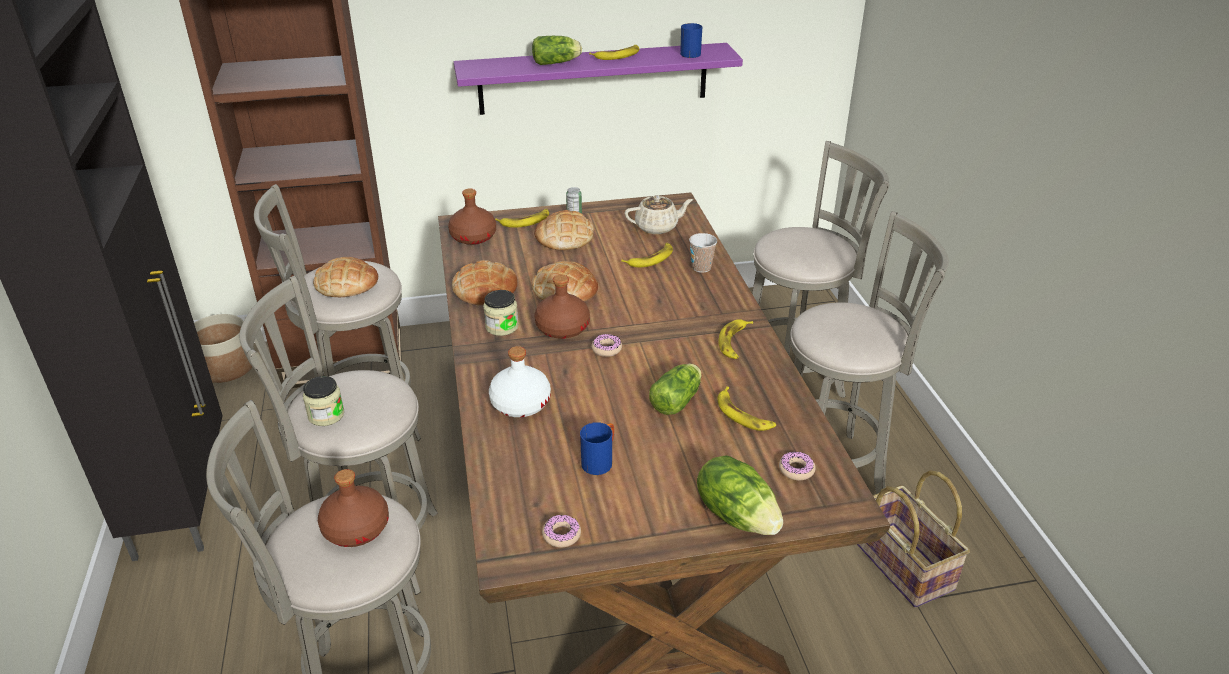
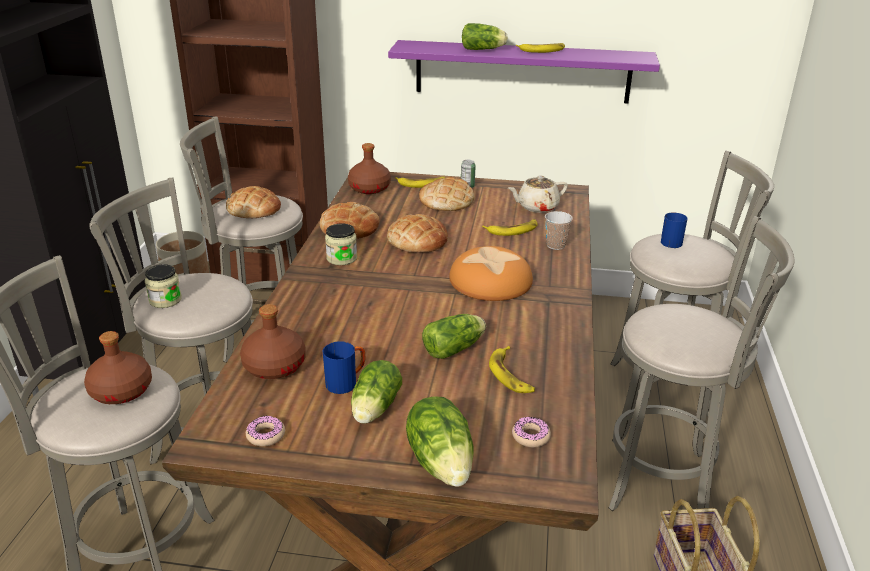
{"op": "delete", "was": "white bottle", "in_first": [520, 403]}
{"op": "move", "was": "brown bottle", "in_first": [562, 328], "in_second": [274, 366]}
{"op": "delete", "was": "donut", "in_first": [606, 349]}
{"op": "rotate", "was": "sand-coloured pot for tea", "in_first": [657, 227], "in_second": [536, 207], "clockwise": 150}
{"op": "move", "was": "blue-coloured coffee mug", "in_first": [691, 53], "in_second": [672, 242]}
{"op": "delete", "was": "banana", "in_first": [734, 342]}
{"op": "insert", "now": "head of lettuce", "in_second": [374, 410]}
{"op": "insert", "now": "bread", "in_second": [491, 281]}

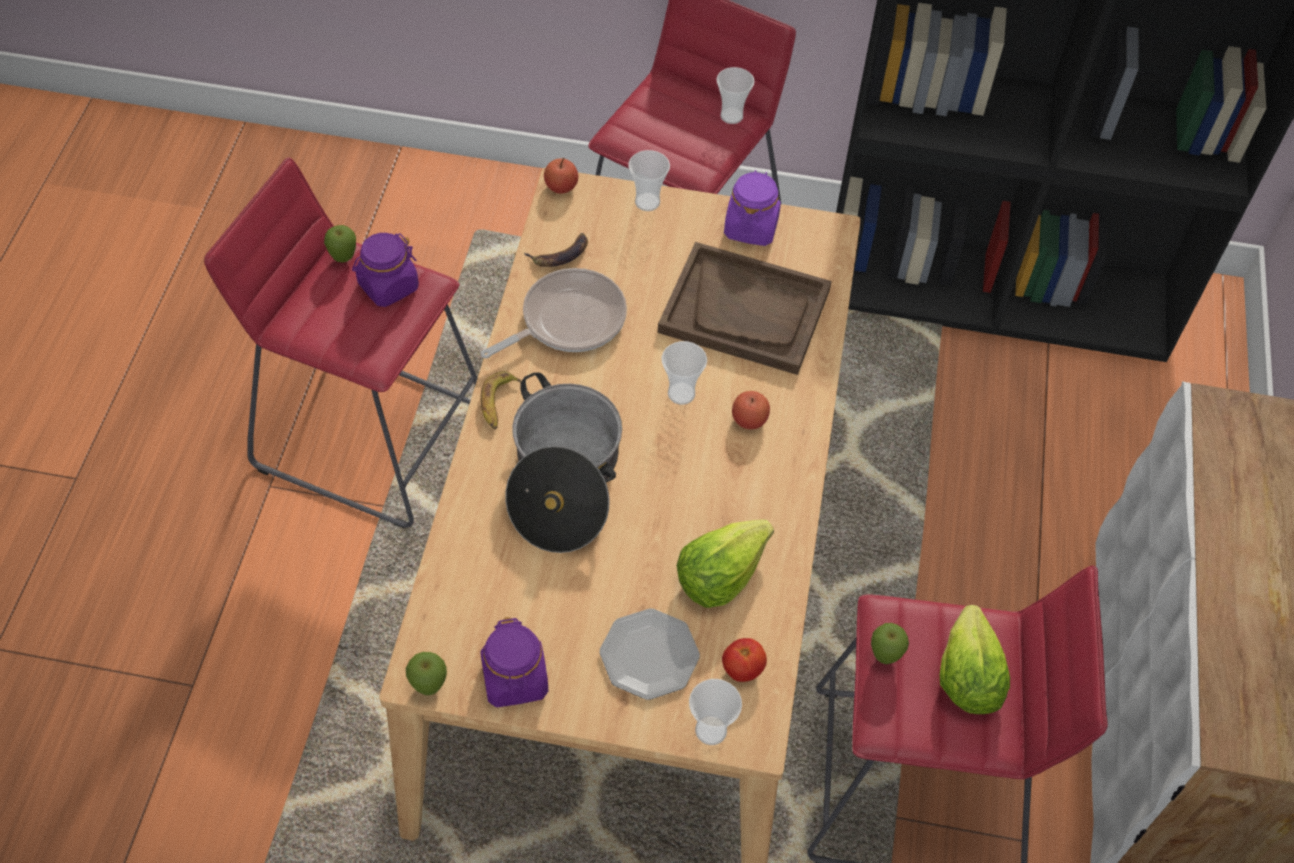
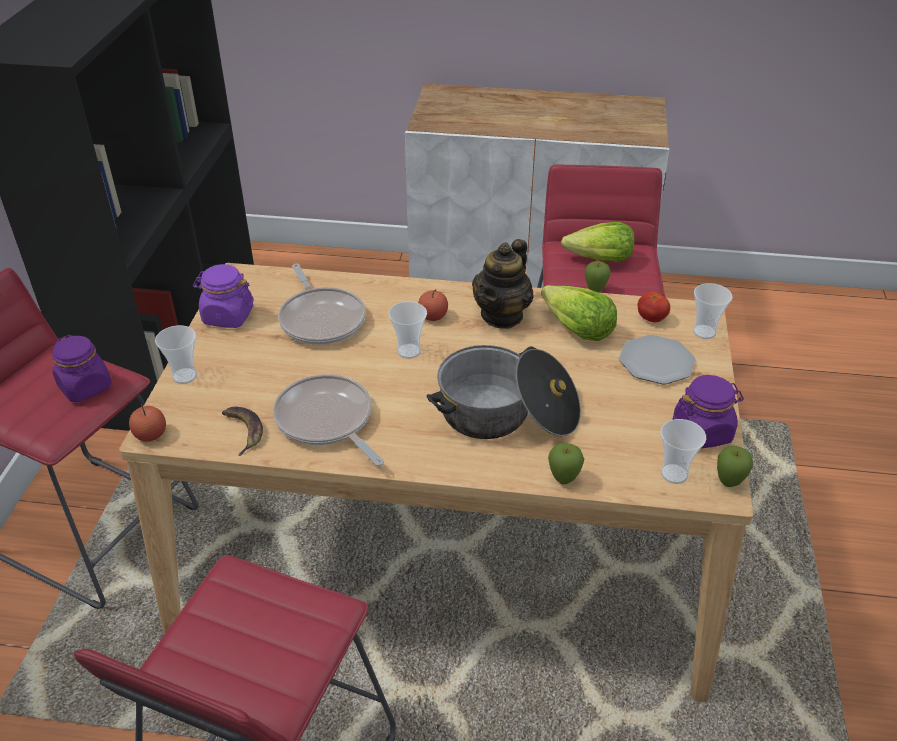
{"op": "move", "was": "apple fruit", "in_first": [343, 259], "in_second": [563, 480]}
{"op": "move", "was": "purple preserve jar", "in_first": [388, 286], "in_second": [85, 387]}
{"op": "delete", "was": "banana", "in_first": [498, 404]}
{"op": "replace", "was": "brown carrying tray", "now": "pan", "in_first": [745, 311], "in_second": [321, 319]}
{"op": "move", "was": "small cup", "in_first": [731, 116], "in_second": [674, 474]}
{"op": "insert", "now": "pot for tea", "in_second": [502, 315]}

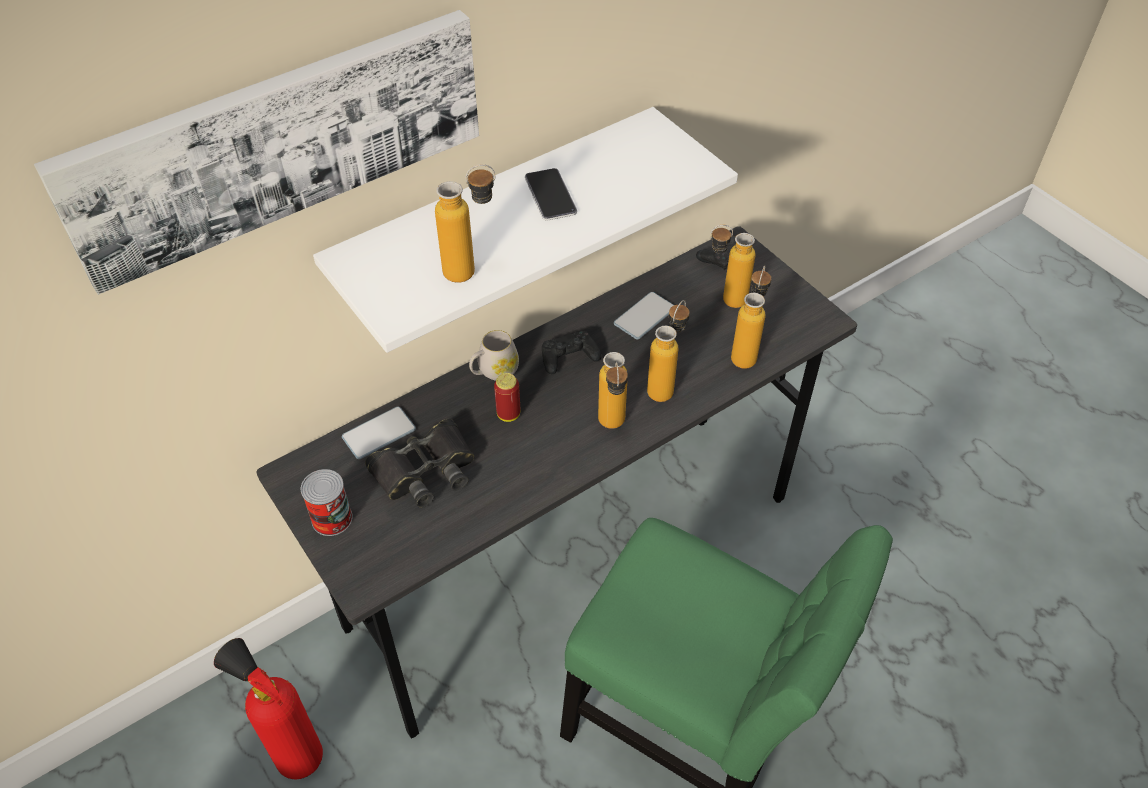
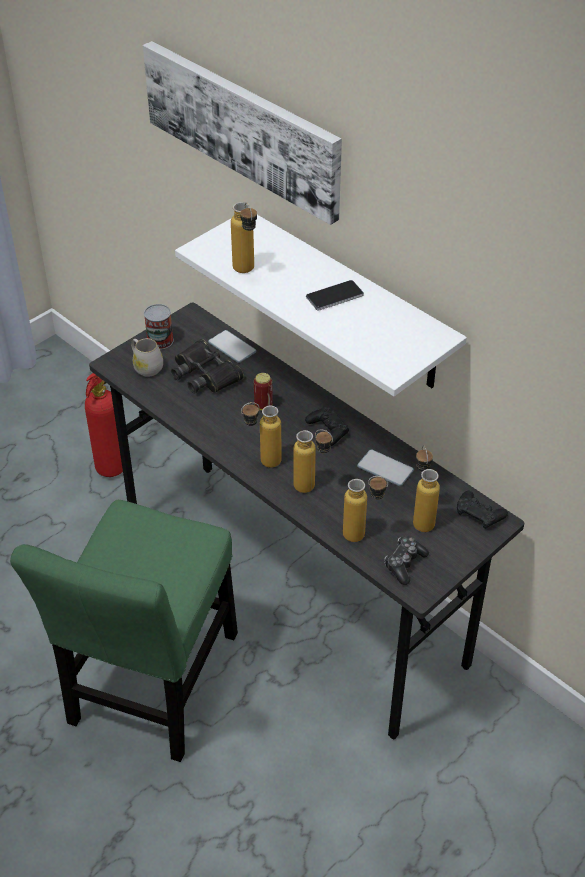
{"op": "move", "was": "white coffee mug", "in_first": [494, 371], "in_second": [146, 367]}
{"op": "insert", "now": "gamepad", "in_second": [404, 564]}

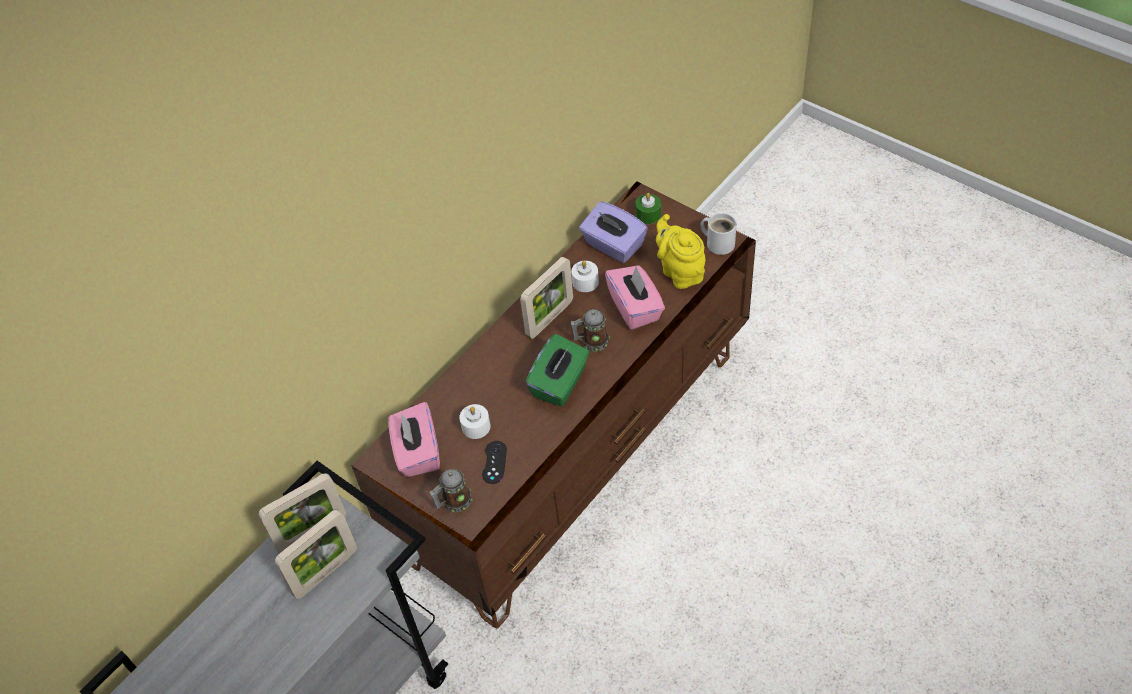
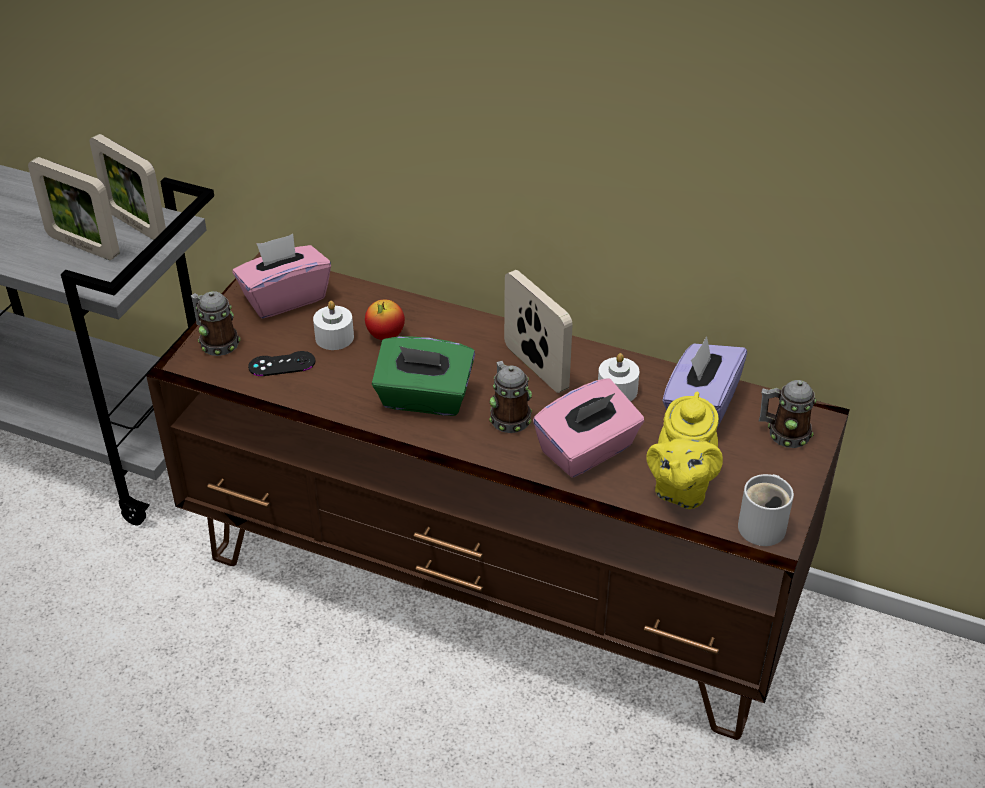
{"op": "rotate", "was": "standing frame", "in_first": [549, 318], "in_second": [536, 368], "clockwise": -150}
{"op": "replace", "was": "green wax candle", "now": "coffee mug", "in_first": [648, 214], "in_second": [783, 433]}
{"op": "rotate", "was": "yellowish pot for tea", "in_first": [680, 272], "in_second": [680, 489], "clockwise": 150}
{"op": "insert", "now": "apple fruit", "in_second": [385, 336]}

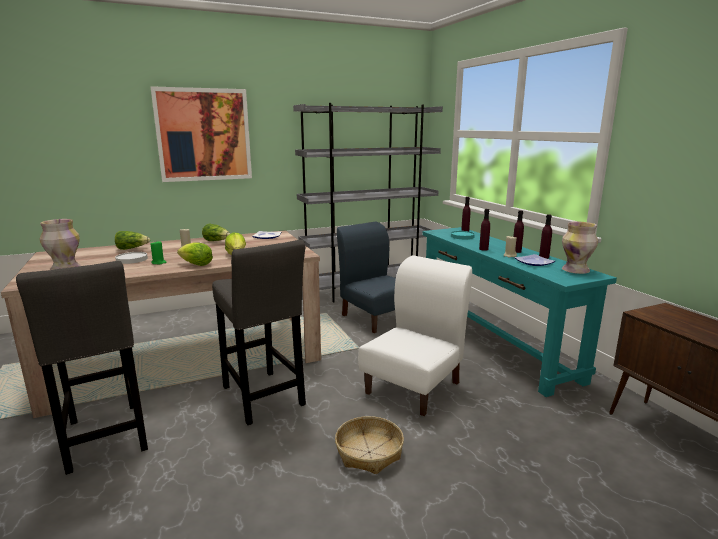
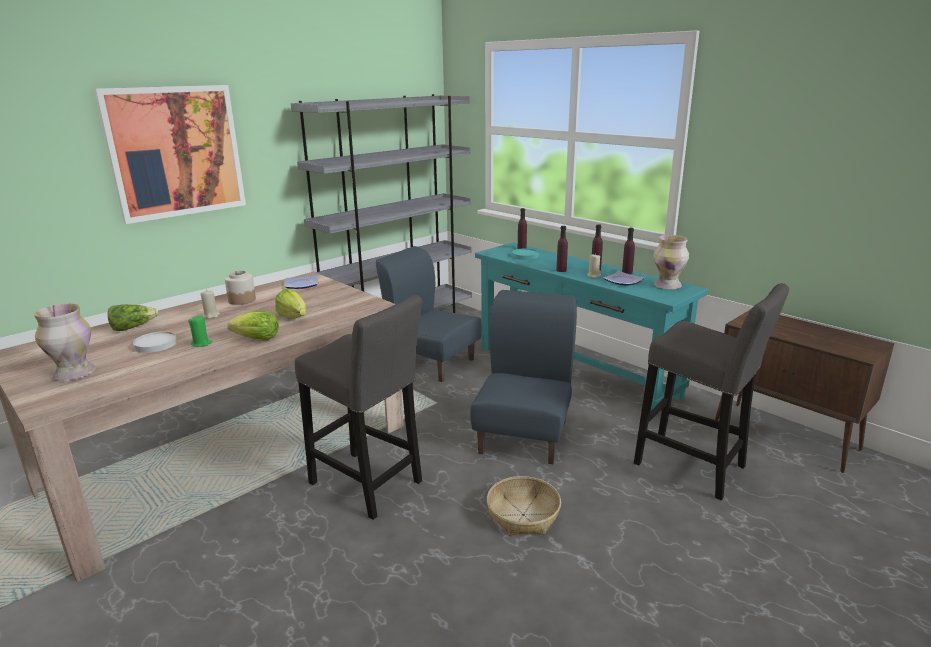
{"op": "move", "was": "gray stool", "in_first": [105, 439], "in_second": [695, 468]}
{"op": "replace", "was": "head of lettuce", "now": "preserve jar", "in_first": [217, 241], "in_second": [242, 300]}
{"op": "recolor", "was": "white chair", "now": "blue-coloured chair", "in_first": [414, 387], "in_second": [524, 436]}

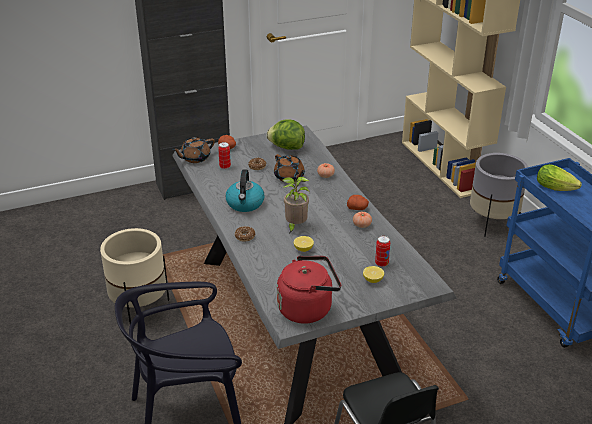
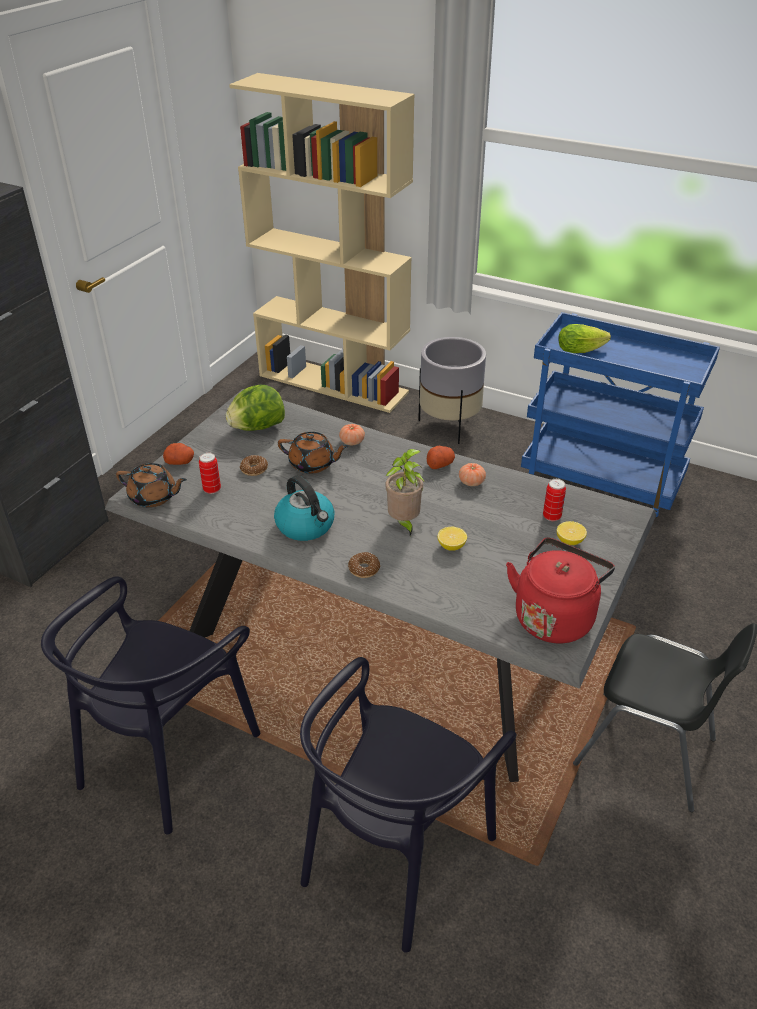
{"op": "replace", "was": "sand-coloured planter", "now": "black-coloured chair", "in_first": [140, 307], "in_second": [167, 754]}
{"op": "rotate", "was": "brown pot for tea", "in_first": [195, 158], "in_second": [154, 497], "clockwise": -90}

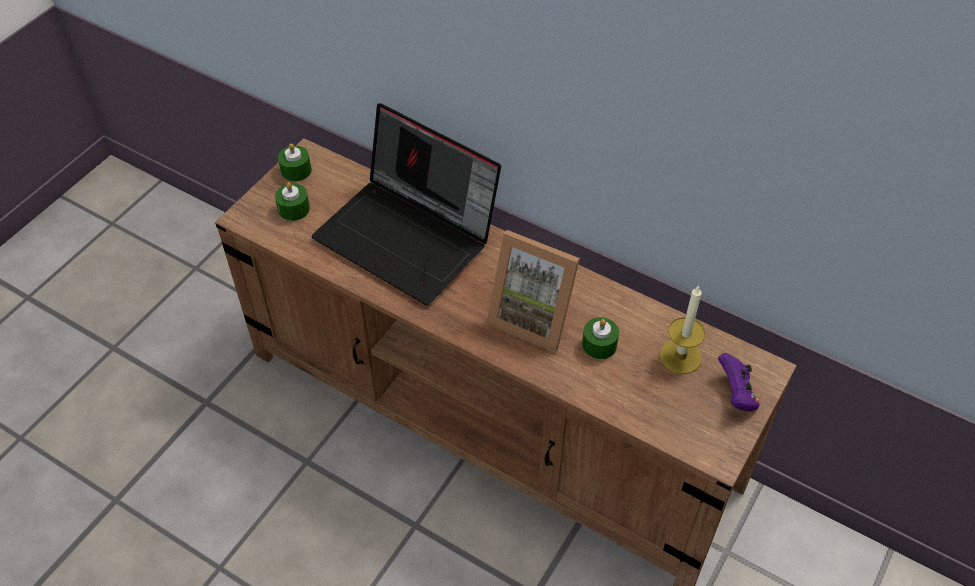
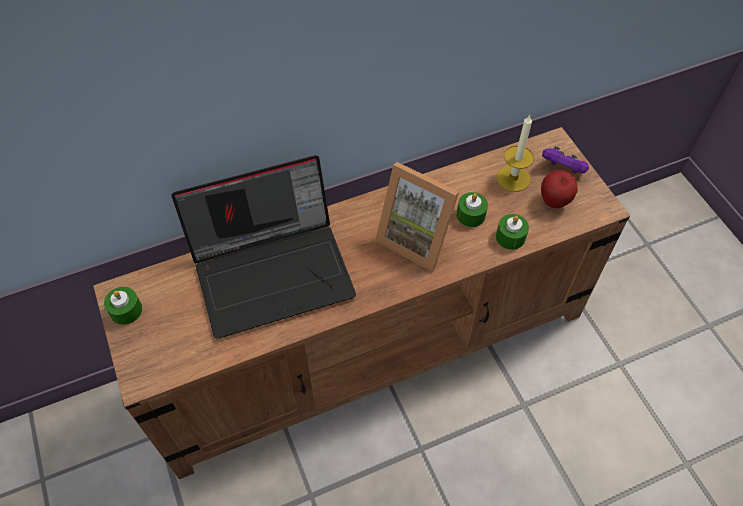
{"op": "move", "was": "green wax candle", "in_first": [294, 209], "in_second": [510, 237]}
{"op": "rotate", "was": "standing frame", "in_first": [533, 316], "in_second": [417, 237], "clockwise": 60}
{"op": "insert", "now": "apple fruit", "in_second": [554, 201]}

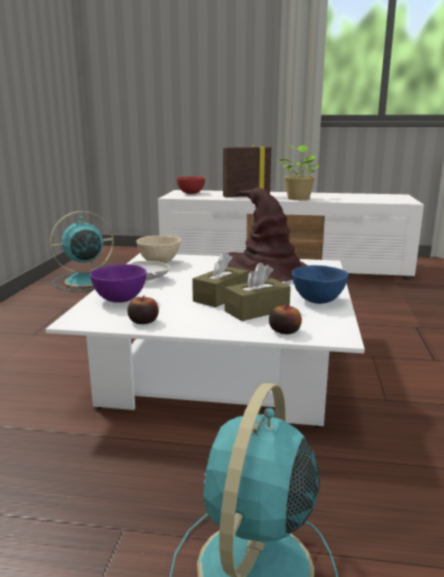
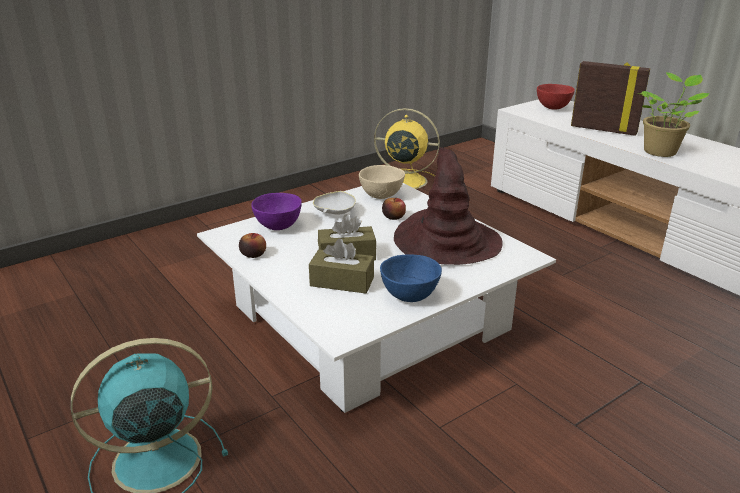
{"op": "recolor", "was": "turquoise-coloured cooling fan", "now": "yellowish cooling fan", "in_first": [83, 280], "in_second": [403, 181]}
{"op": "move", "was": "apple fruit", "in_first": [284, 331], "in_second": [393, 217]}

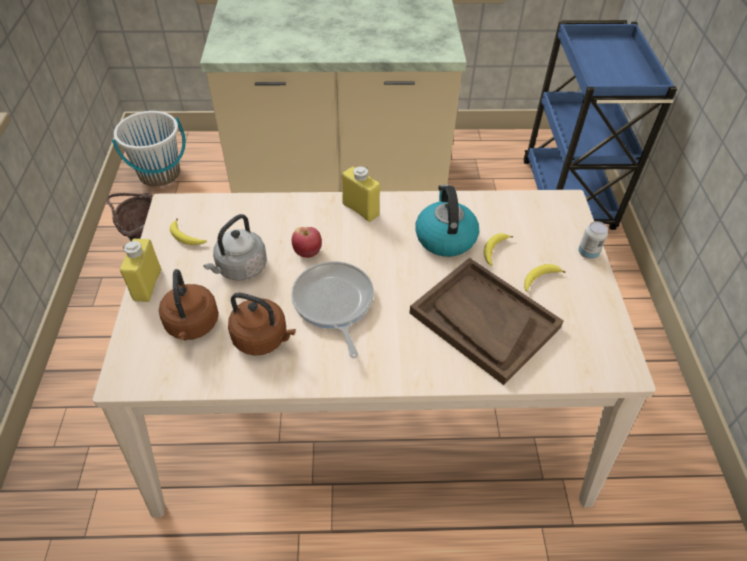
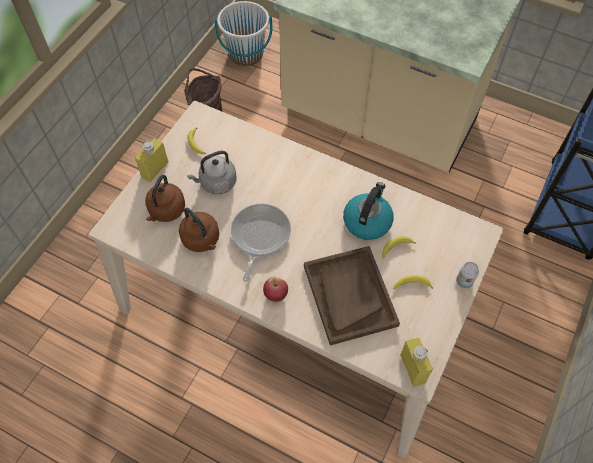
{"op": "move", "was": "apple fruit", "in_first": [308, 252], "in_second": [276, 295]}
{"op": "move", "was": "yellowish bottle", "in_first": [360, 209], "in_second": [413, 368]}

